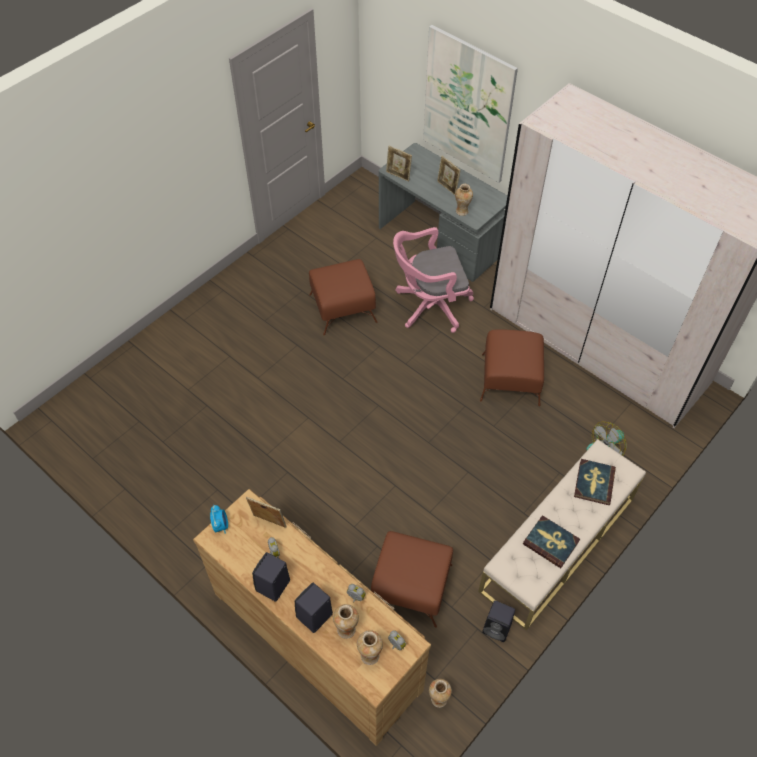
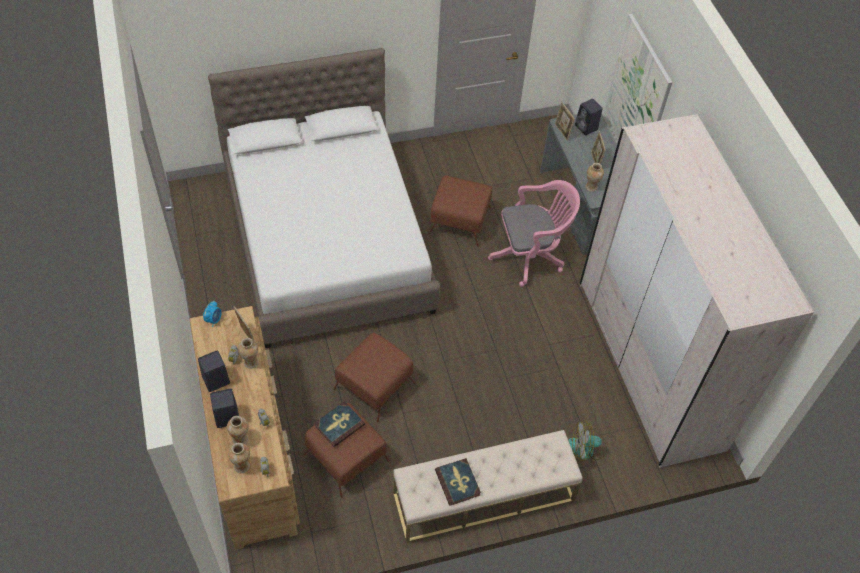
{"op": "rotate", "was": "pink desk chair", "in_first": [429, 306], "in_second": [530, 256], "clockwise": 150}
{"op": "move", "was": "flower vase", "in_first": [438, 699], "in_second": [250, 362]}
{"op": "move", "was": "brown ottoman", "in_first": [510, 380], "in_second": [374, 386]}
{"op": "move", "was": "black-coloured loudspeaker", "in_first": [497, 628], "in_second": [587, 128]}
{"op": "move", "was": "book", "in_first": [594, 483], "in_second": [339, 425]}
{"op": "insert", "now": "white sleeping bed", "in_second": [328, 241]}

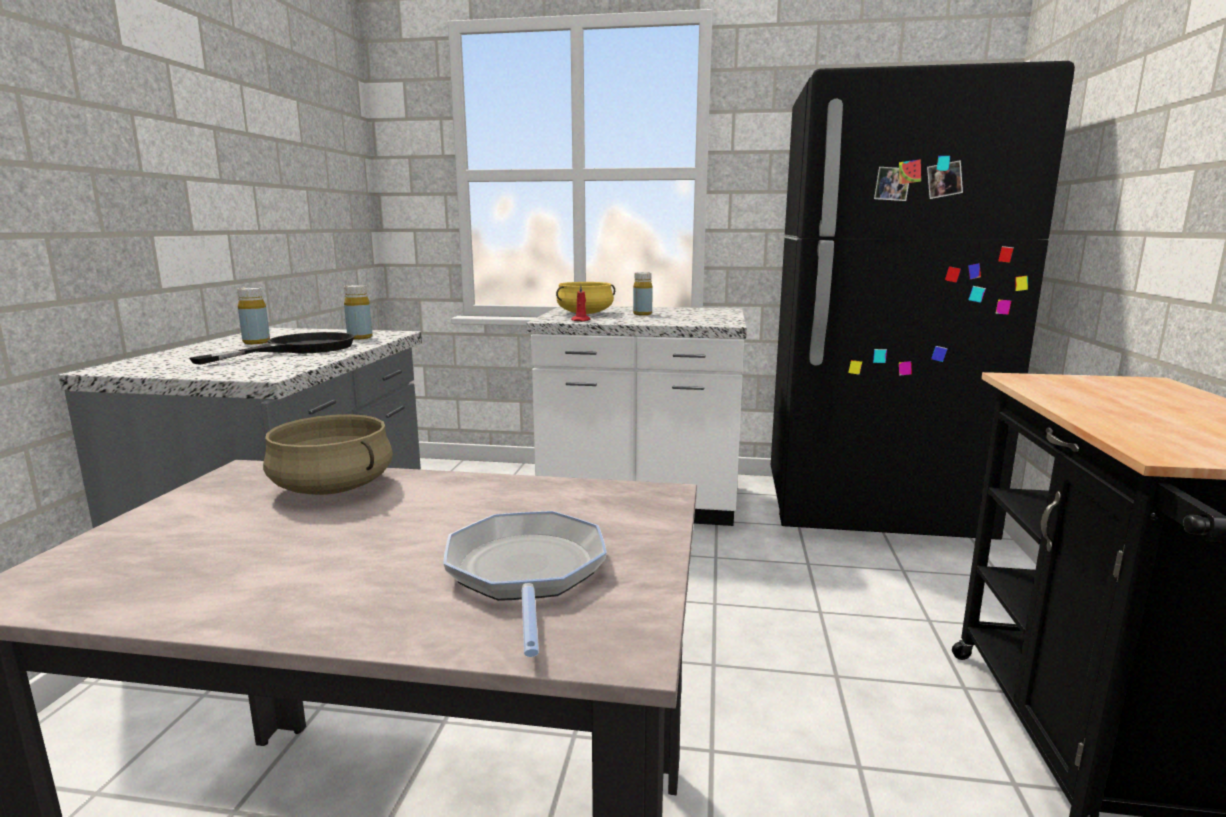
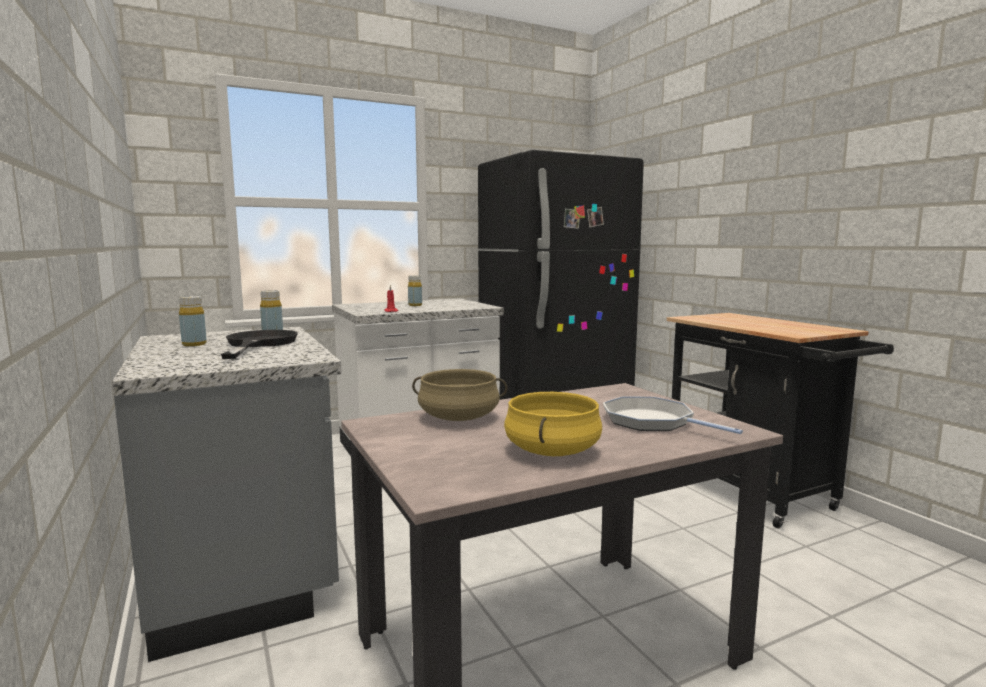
{"op": "move", "was": "yellowish stockpot", "in_first": [585, 313], "in_second": [553, 451]}

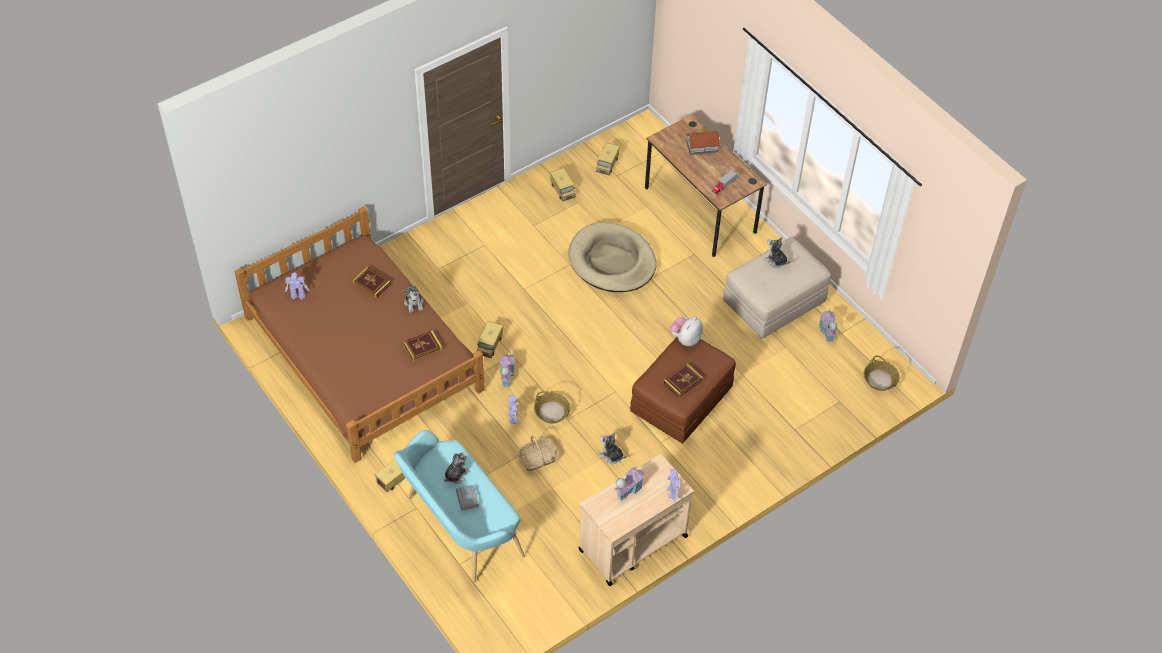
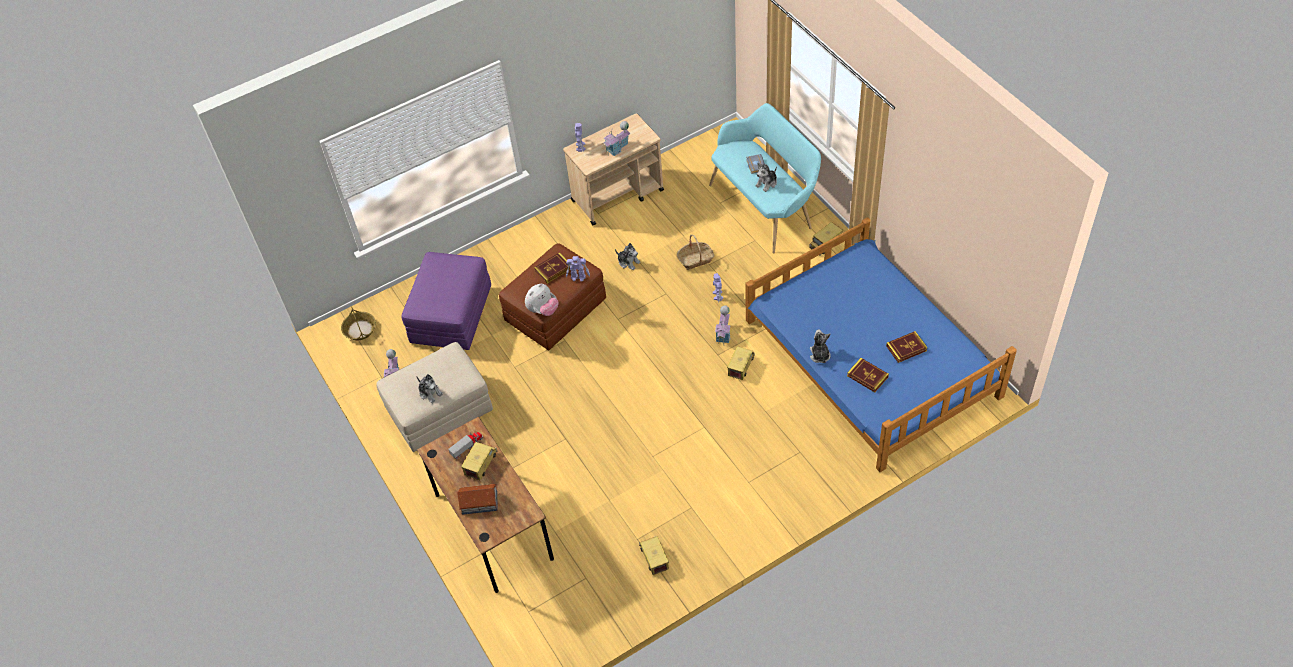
{"op": "recolor", "was": "brown sleeping bed", "now": "blue-coloured sleeping bed", "in_first": [364, 353], "in_second": [870, 357]}
{"op": "move", "was": "toy robot", "in_first": [297, 295], "in_second": [578, 277]}
{"op": "move", "was": "book", "in_first": [422, 347], "in_second": [906, 348]}
{"op": "delete", "was": "household basket", "in_first": [551, 411]}
{"op": "delete", "was": "sand-coloured dog cushion", "in_first": [612, 261]}
{"op": "move", "was": "toy lorry", "in_first": [607, 164], "in_second": [480, 463]}
{"op": "insert", "now": "purple ottoman", "in_second": [451, 314]}

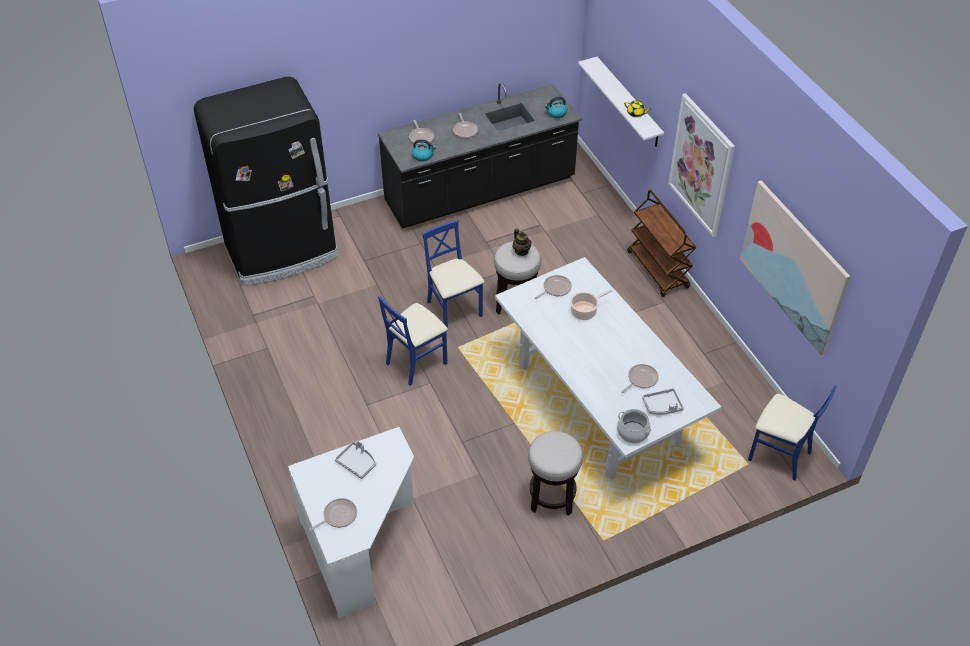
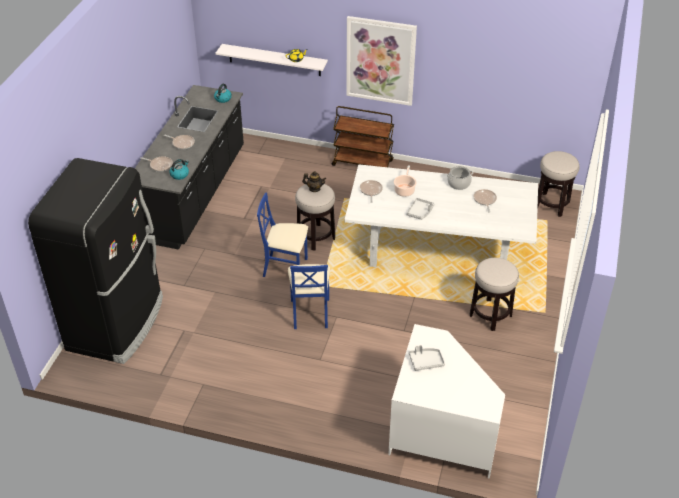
{"op": "delete", "was": "pan", "in_first": [338, 516]}
{"op": "move", "was": "stockpot", "in_first": [632, 432], "in_second": [459, 183]}
{"op": "move", "was": "gray carrying tray", "in_first": [662, 406], "in_second": [420, 212]}
{"op": "delete", "was": "wall picture", "in_first": [793, 266]}
{"op": "replace", "was": "blue-coloured chair", "now": "stool", "in_first": [779, 454], "in_second": [552, 205]}

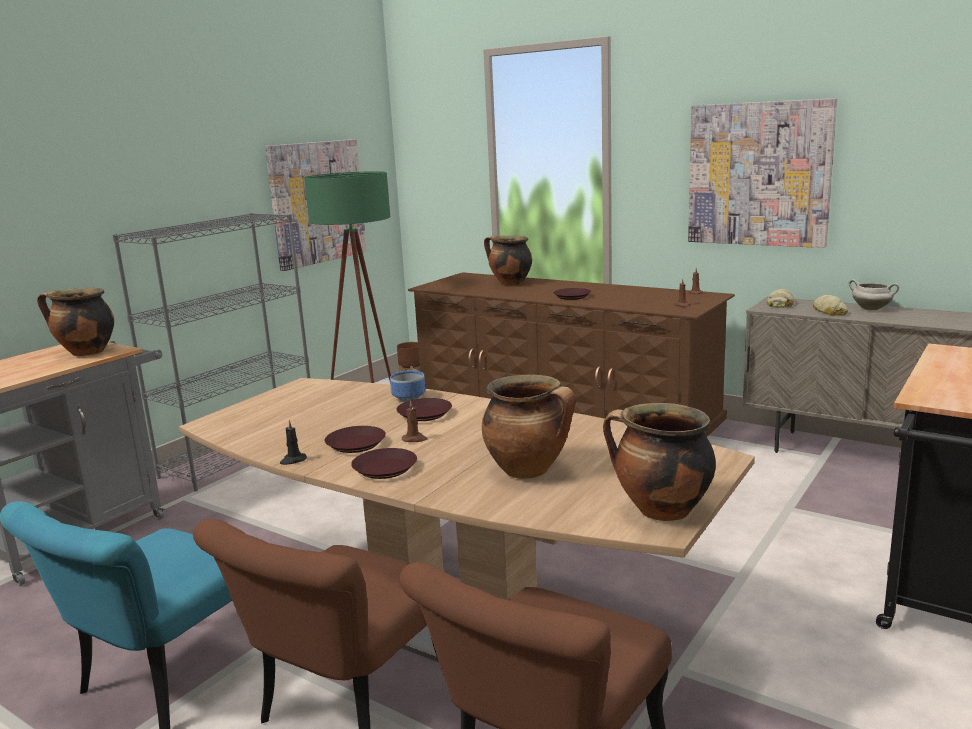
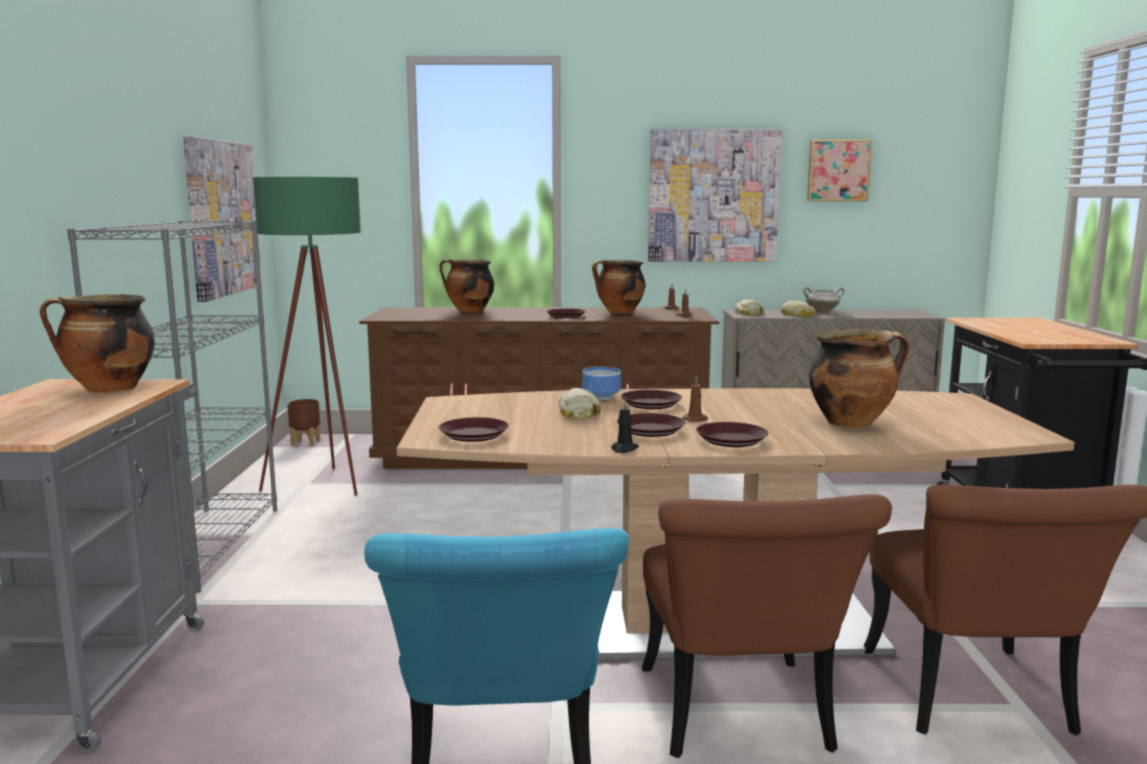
{"op": "move", "was": "stockpot", "in_first": [660, 511], "in_second": [619, 312]}
{"op": "insert", "now": "brown dinner plate", "in_second": [474, 435]}
{"op": "insert", "now": "bread", "in_second": [579, 411]}
{"op": "insert", "now": "wall picture", "in_second": [838, 170]}

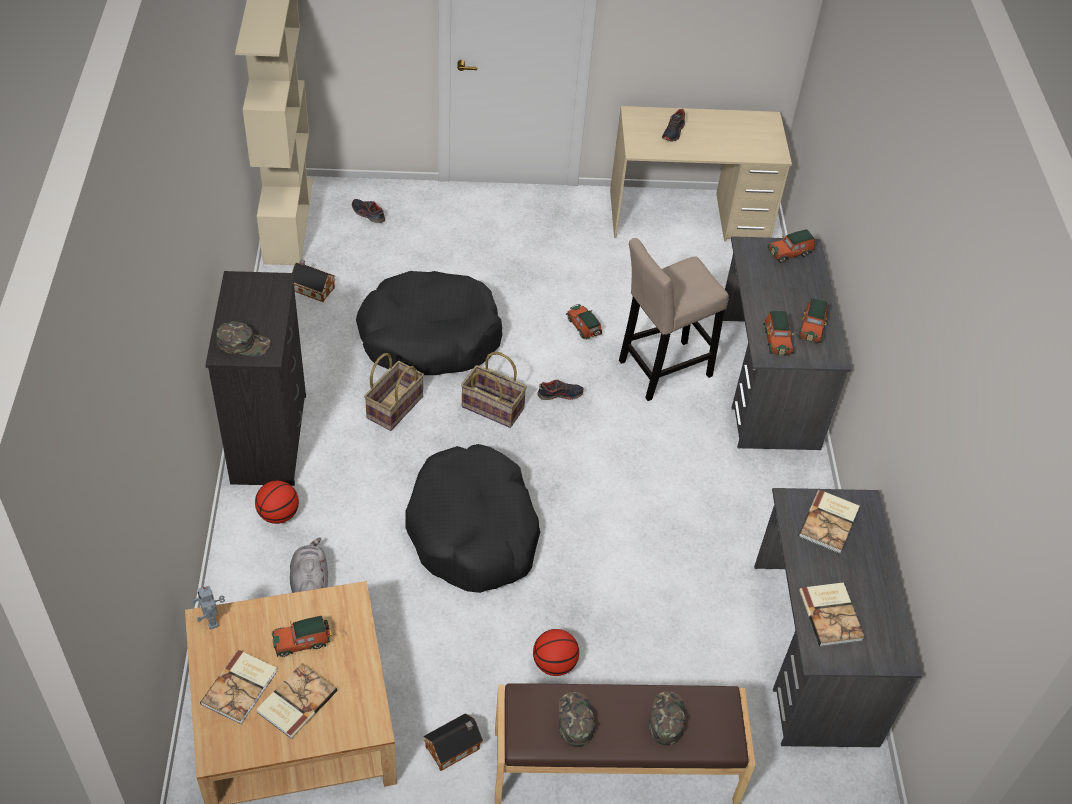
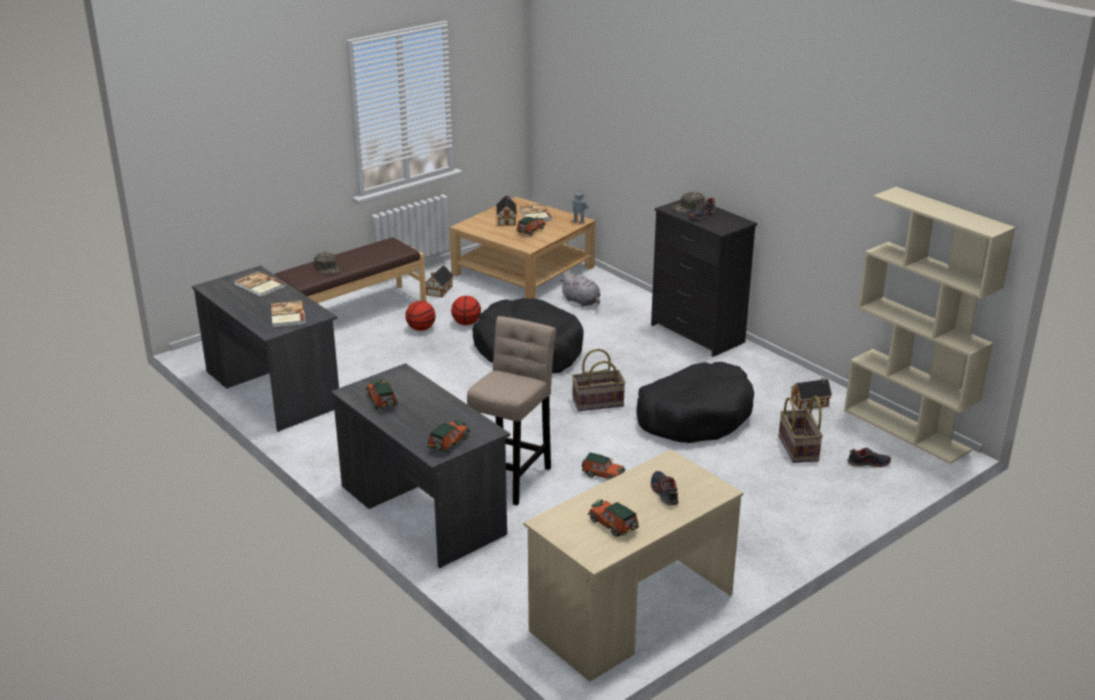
{"op": "move", "was": "ball for basketball", "in_first": [278, 514], "in_second": [466, 323]}
{"op": "replace", "was": "book", "now": "toy house", "in_first": [295, 701], "in_second": [507, 220]}
{"op": "move", "was": "household basket", "in_first": [394, 406], "in_second": [799, 448]}
{"op": "move", "was": "low shoe", "in_first": [560, 394], "in_second": [702, 215]}
{"op": "delete", "was": "green baseball cap", "in_first": [575, 720]}
{"op": "move", "was": "model car", "in_first": [777, 340], "in_second": [614, 525]}

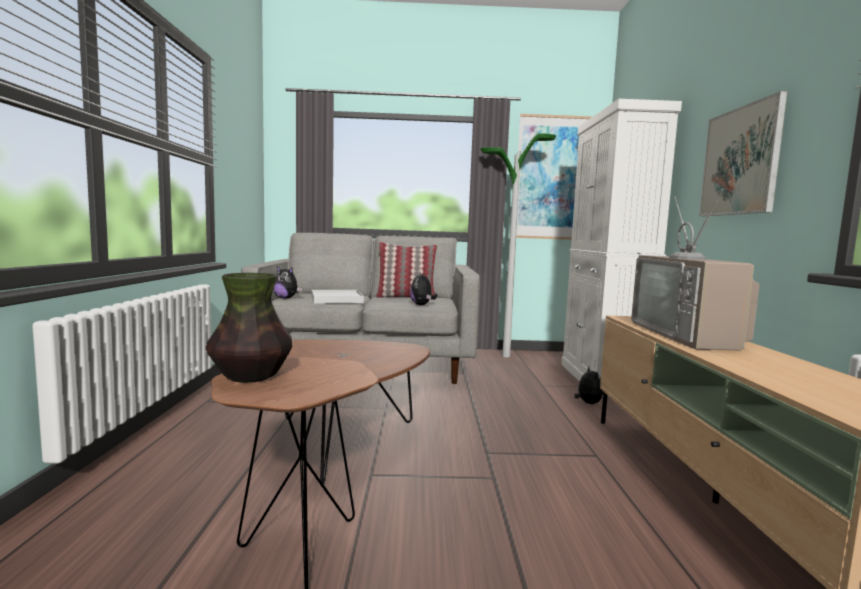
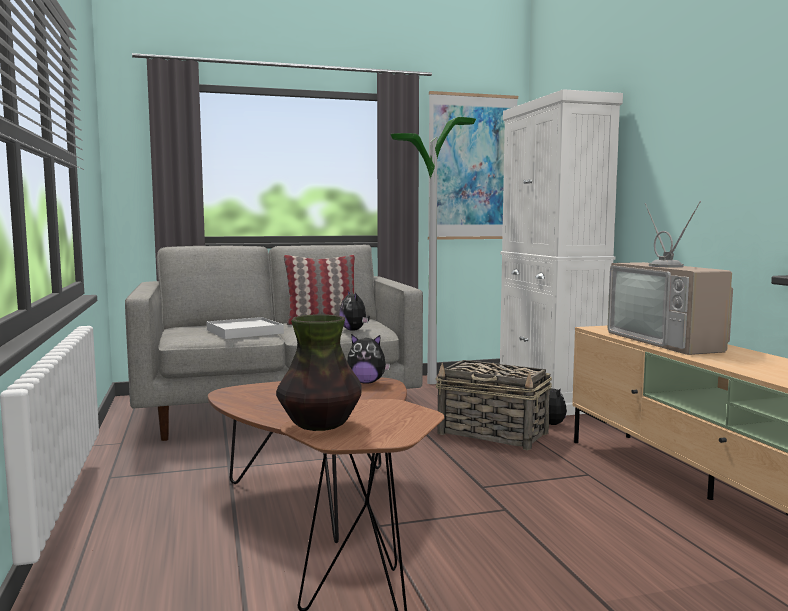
{"op": "move", "was": "cuddly toy", "in_first": [286, 298], "in_second": [366, 382]}
{"op": "delete", "was": "wall picture", "in_first": [740, 161]}
{"op": "insert", "now": "household basket", "in_second": [494, 434]}

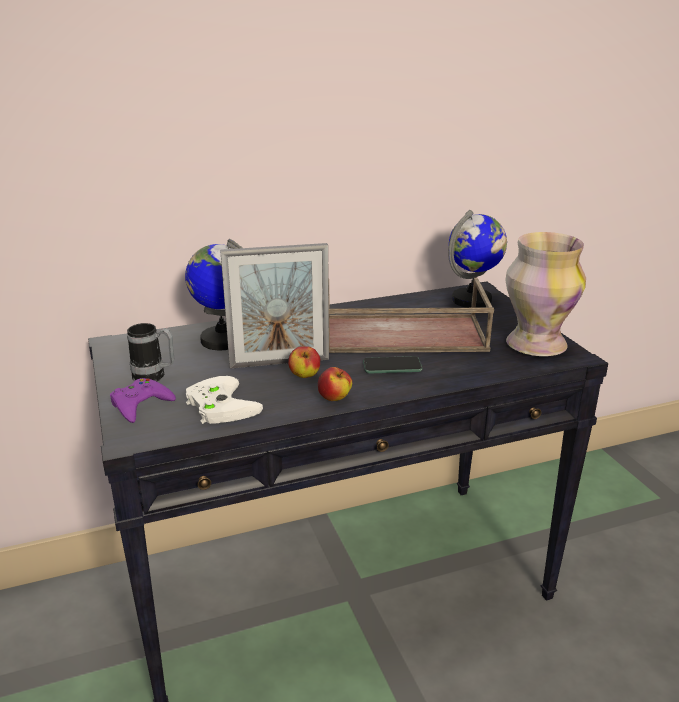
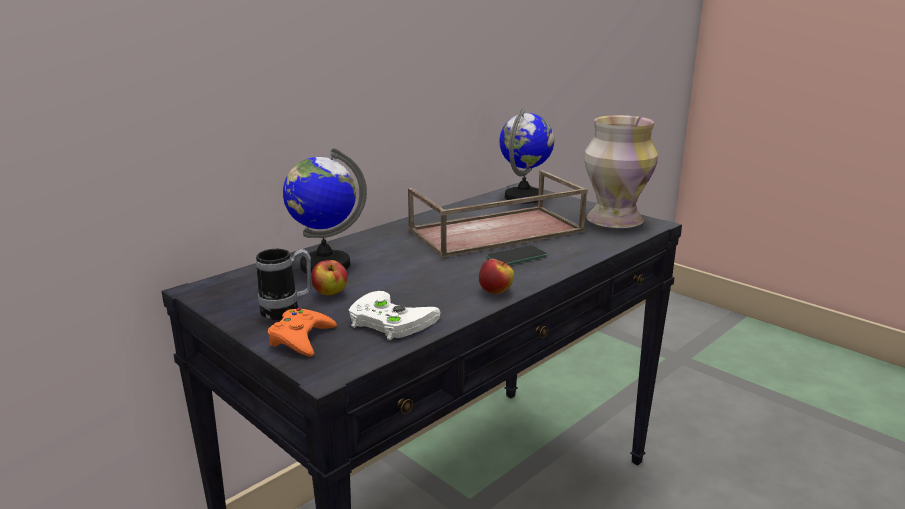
{"op": "recolor", "was": "purple gamepad", "now": "orangey gamepad", "in_first": [141, 405], "in_second": [301, 338]}
{"op": "delete", "was": "standing frame", "in_first": [279, 363]}
{"op": "move", "was": "apple fruit", "in_first": [304, 376], "in_second": [330, 293]}

